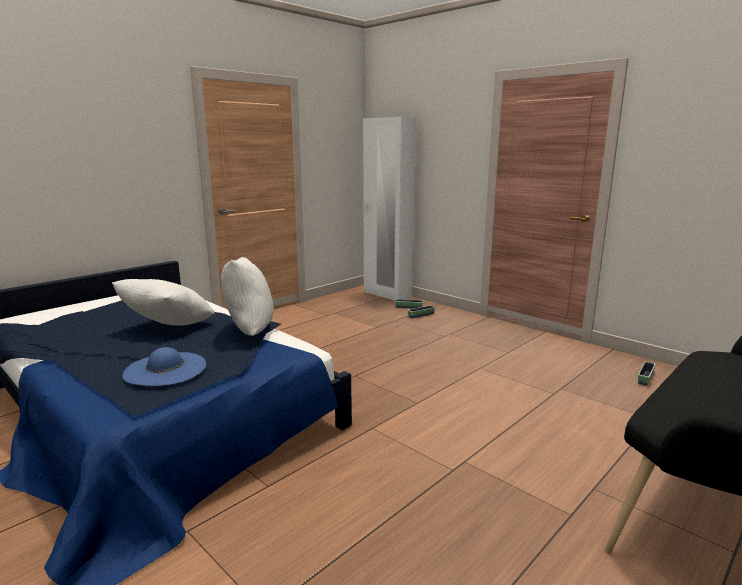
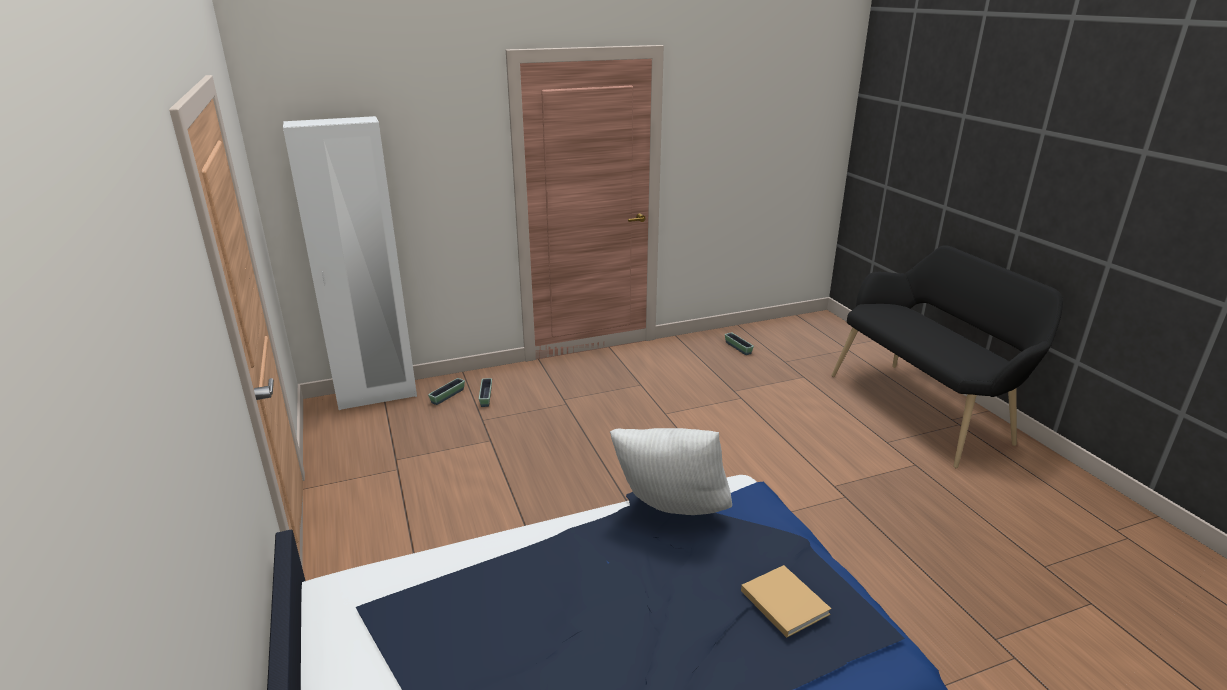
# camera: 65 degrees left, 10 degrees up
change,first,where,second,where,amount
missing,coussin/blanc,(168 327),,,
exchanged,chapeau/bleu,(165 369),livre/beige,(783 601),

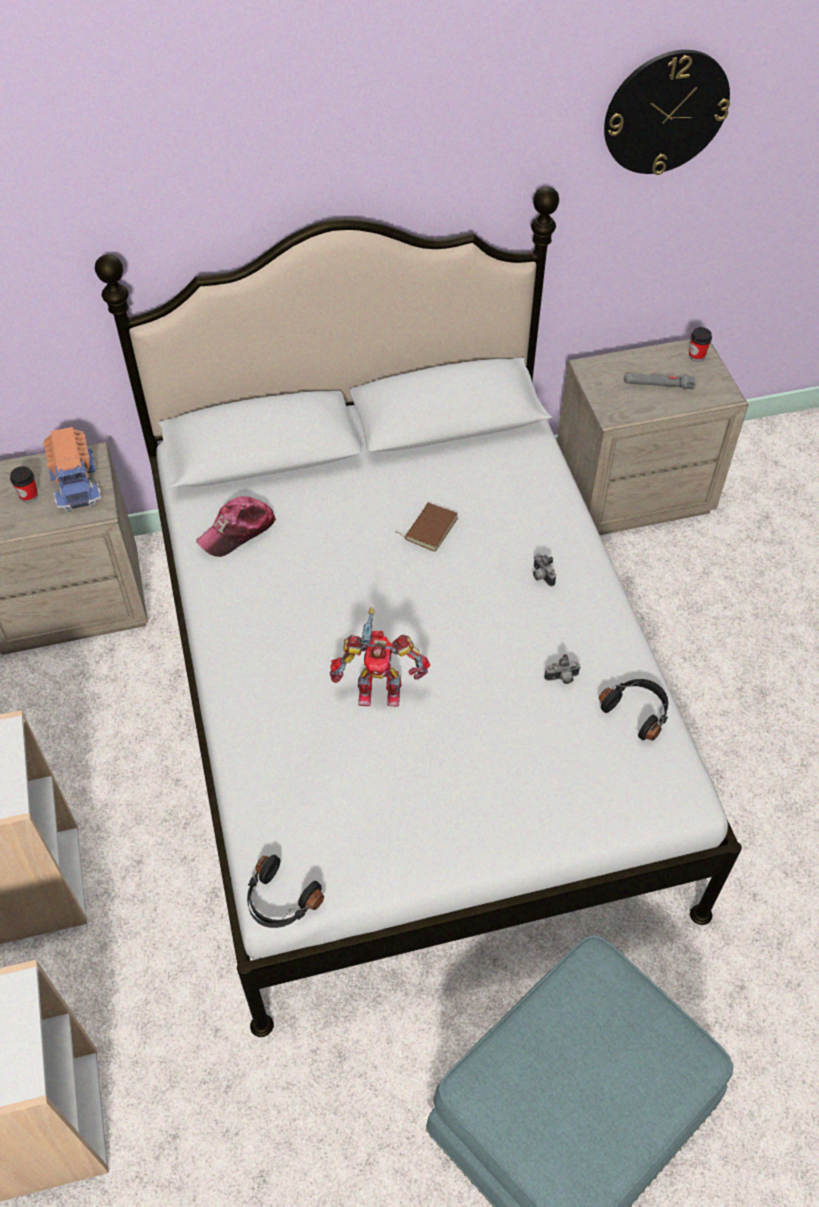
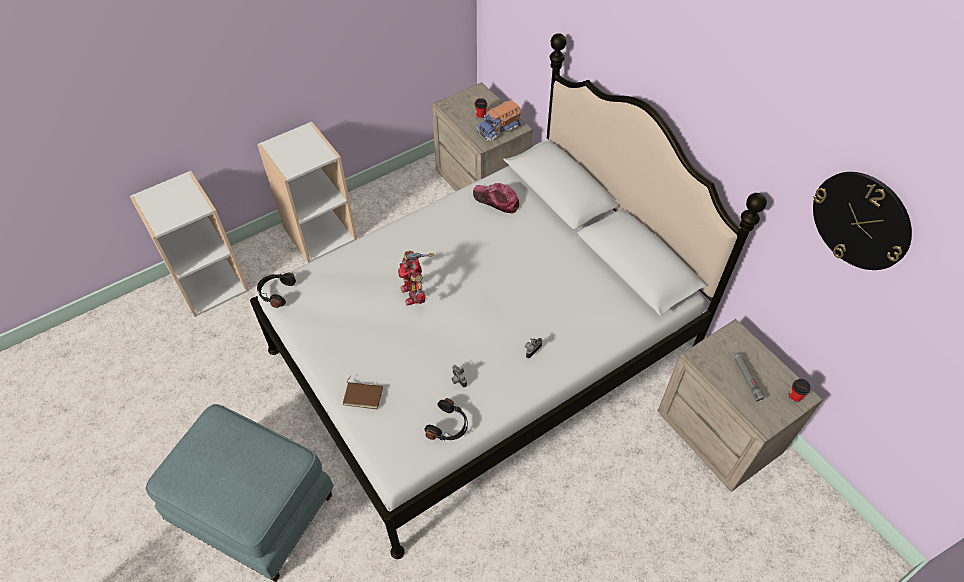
# camera: 70 degrees right, 0 degrees up
change,first,where,second,where,amount
relocated,livre/marron,(429 528),,(363 395),

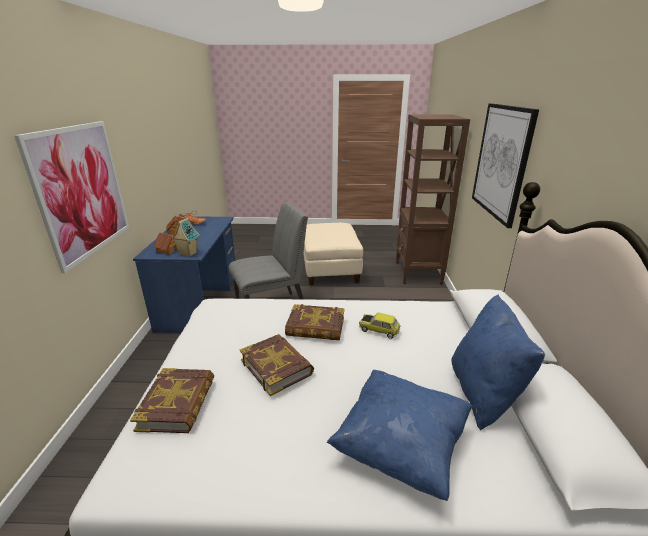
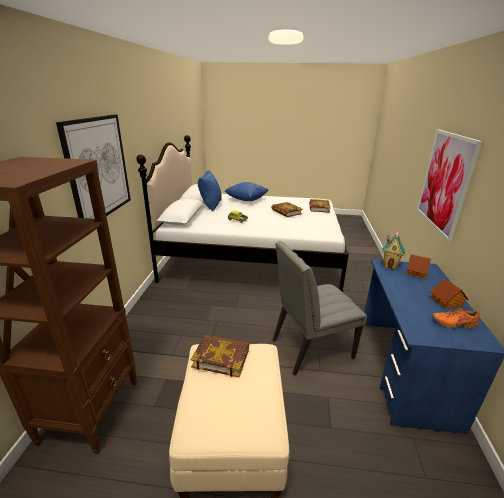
# camera: 175 degrees left, 0 degrees up
change,first,where,second,where,amount
relocated,livre,(315 327),,(221 357),

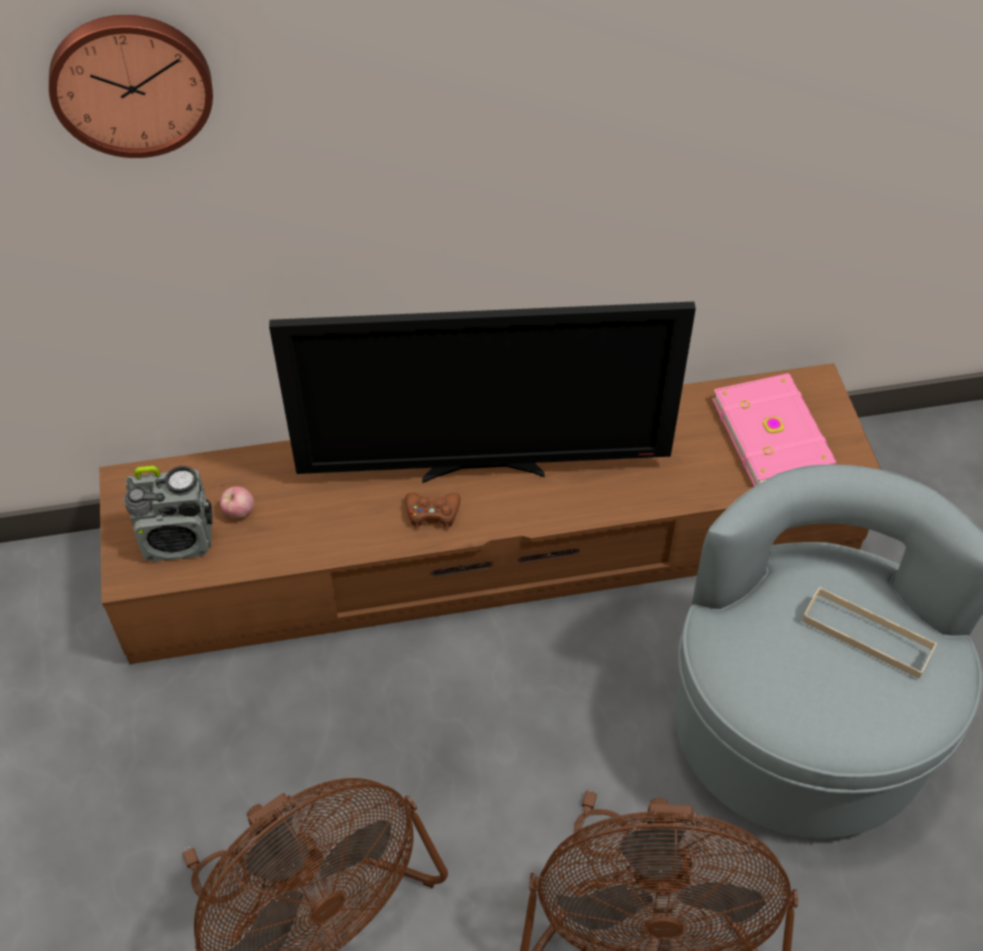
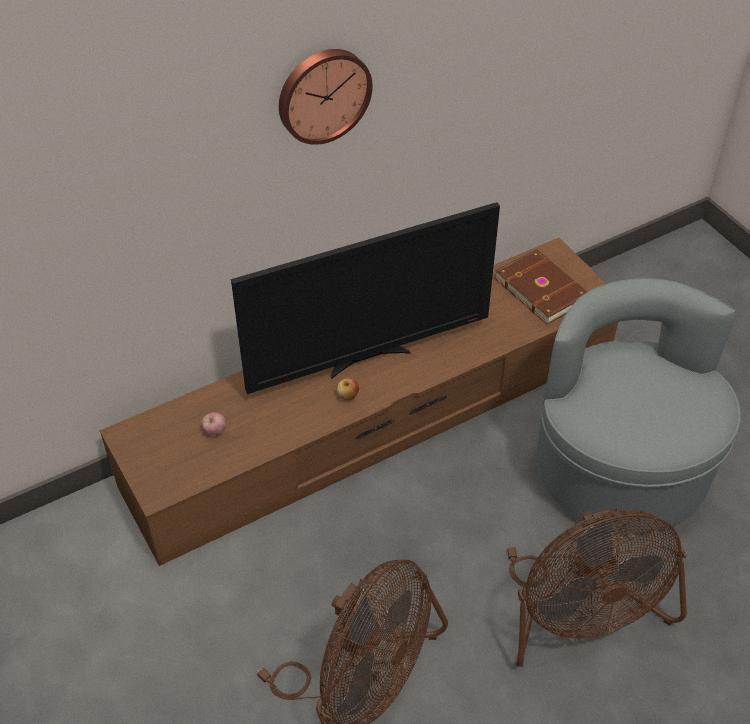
# camera: 20 degrees left, 5 degrees down
change,first,where,second,where,amount
relocated,horloge murale,(131 82),,(323 94),
colour,livre/rose,(774 433),livre/marron,(542 288),
missing,radio,(179 540),,,
exchanged,manette/marron,(432 514),pomme,(348 396),
missing,plateau/beige,(867 635),,,

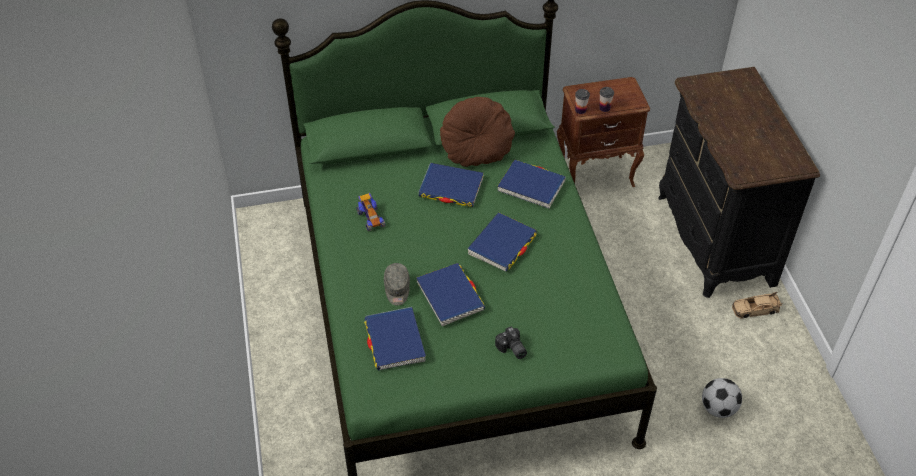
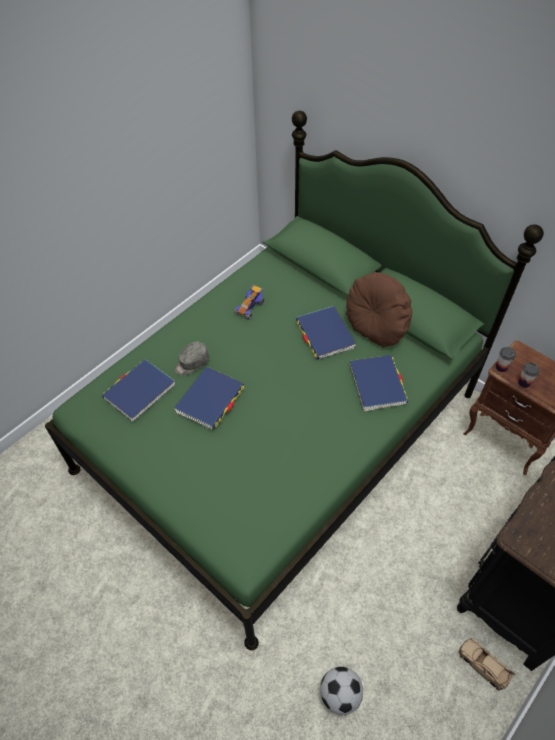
# camera: 55 degrees right, 5 degrees up
change,first,where,second,where,amount
missing,livre/bleu,(502 244),,,
missing,appareil photo,(511 349),,,

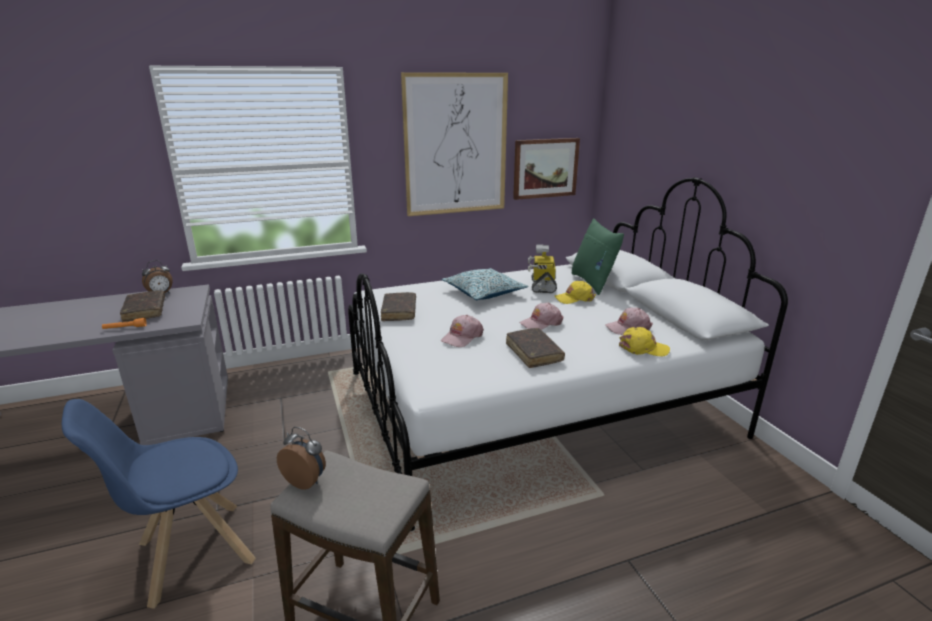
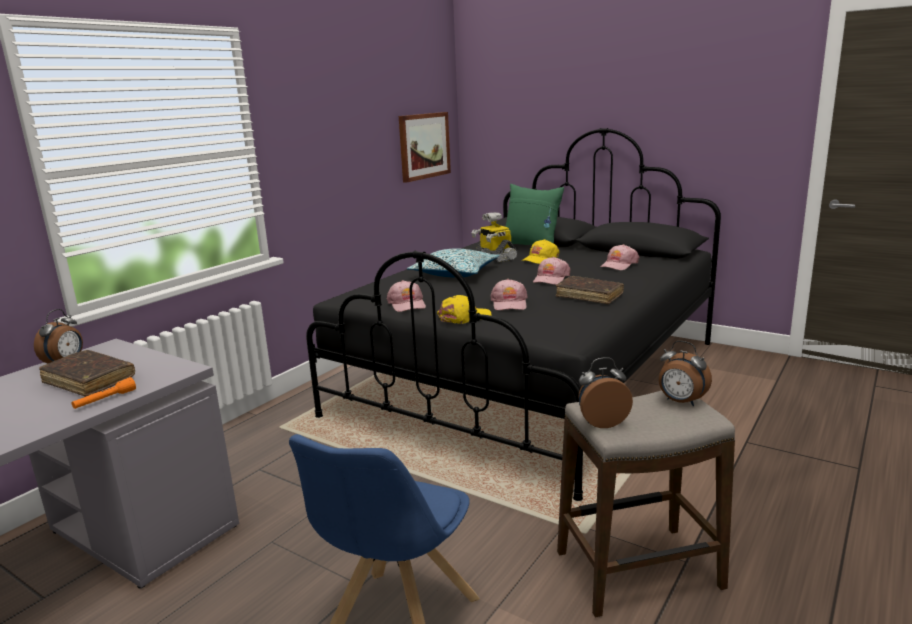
# camera: 35 degrees left, 5 degrees down
change,first,where,second,where,amount
missing,tableau,(455 145),,,
colour,lit/blanc,(534 403),lit/noir,(532 378),
exchanged,livre/marron,(399 312),casquette/rose,(407 304),
relocated,casquette/jaune,(643 348),,(464 317),
appeared,,,réveil,(681 402),

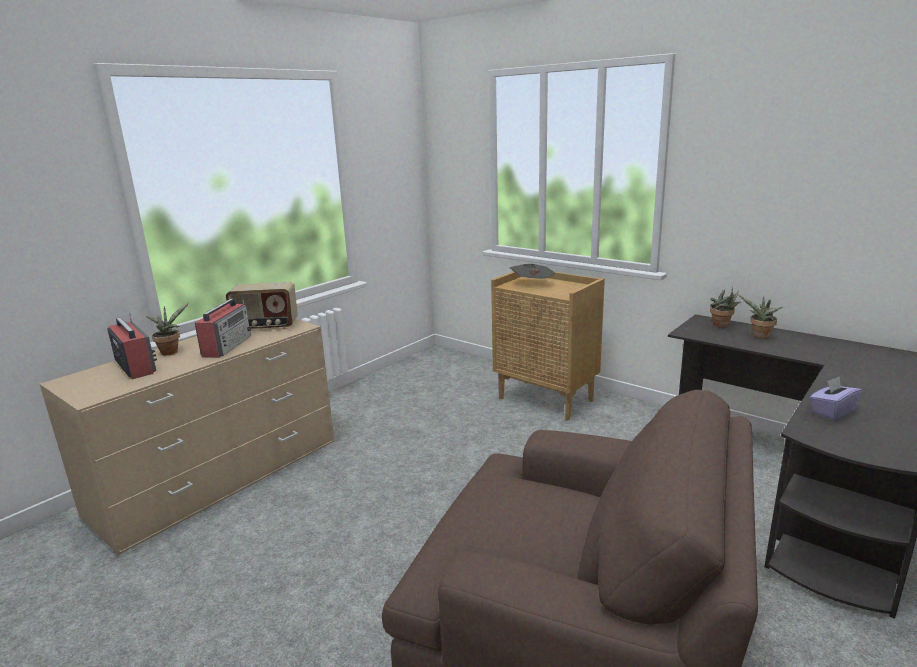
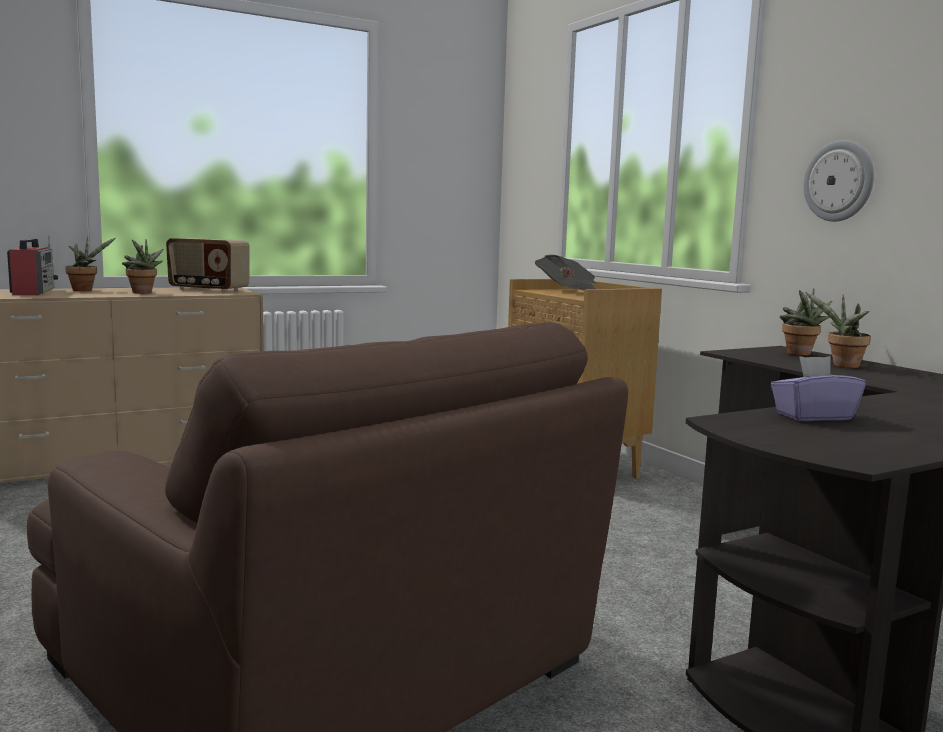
# camera: 20 degrees right, 10 degrees down
change,first,where,second,where,amount
exchanged,radio,(227 346),plante en pot,(143 293),
appeared,,,horloge murale,(839 181),

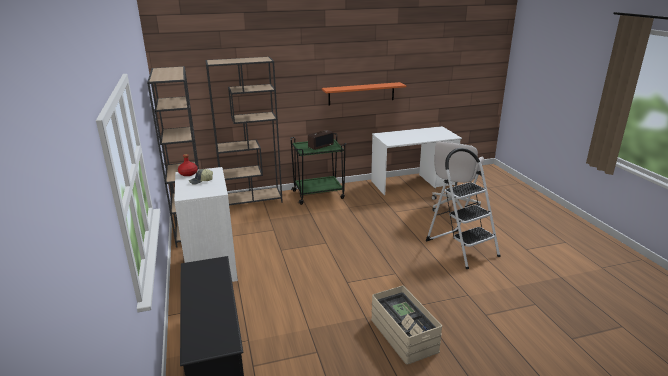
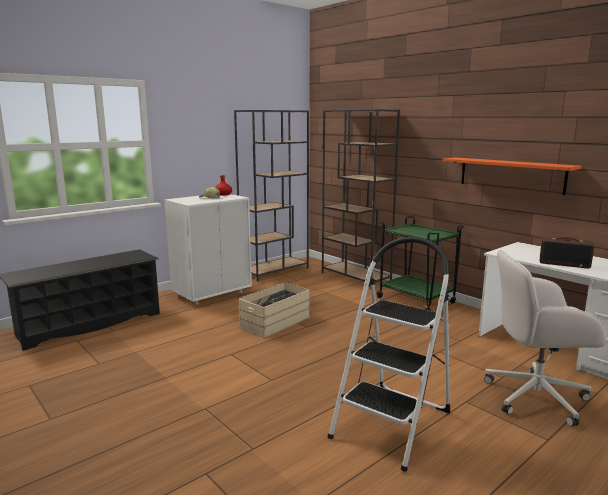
# camera: 65 degrees right, 10 degrees down
change,first,where,second,where,amount
relocated,radio,(320 145),,(564 263),
relocated,boîte de rangement/beige,(404 334),,(275 322),

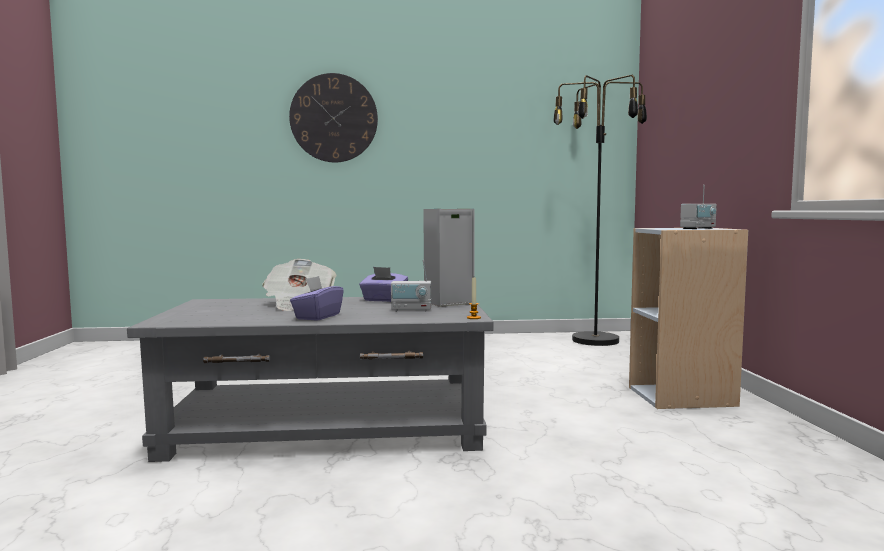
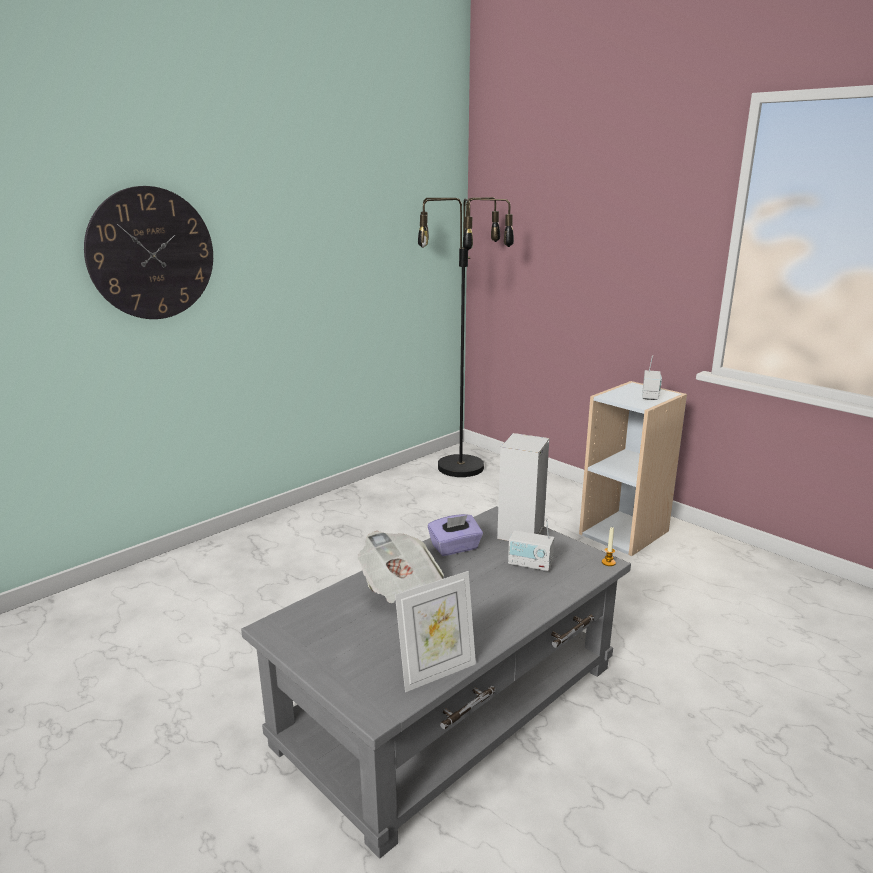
# camera: 40 degrees left, 15 degrees up
change,first,where,second,where,amount
spun,radio,(411 310),,(530 564),60 degrees clockwise
missing,boîte à mouchoirs/violet,(317 317),,,
appeared,,,cadre photo,(437 672),

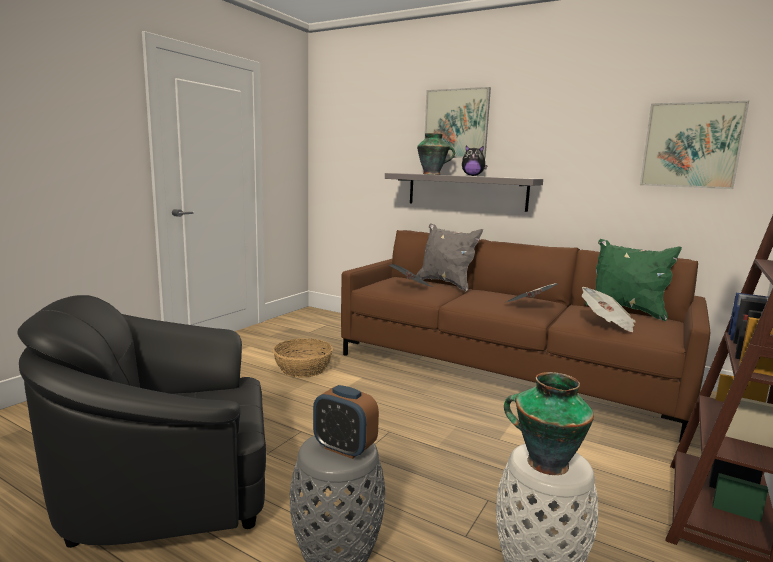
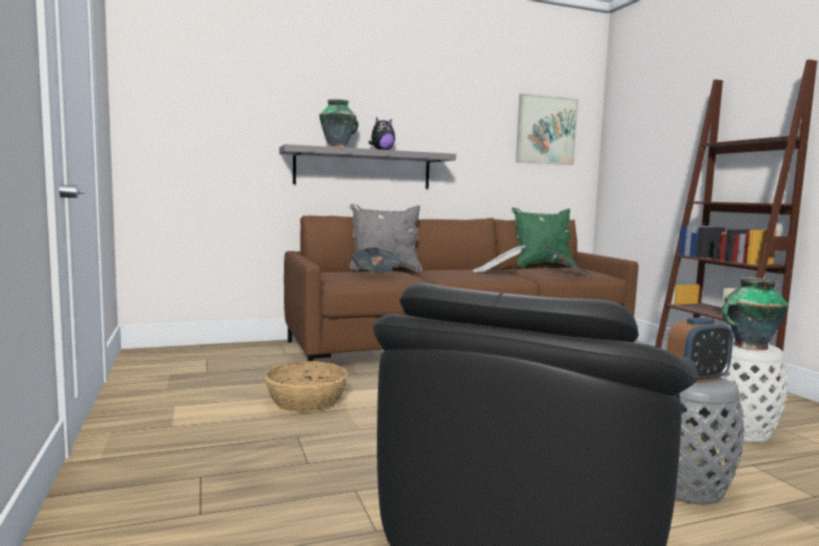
# camera: 50 degrees left, 5 degrees down
change,first,where,second,where,amount
missing,tableau,(456 124),,,

